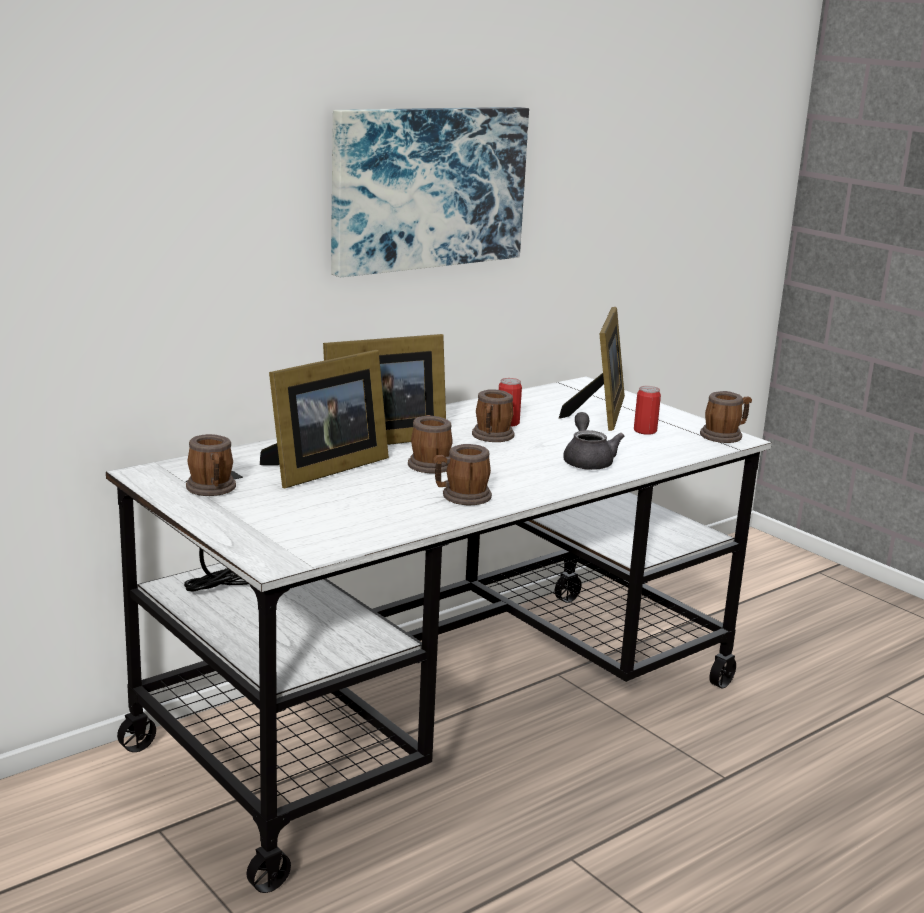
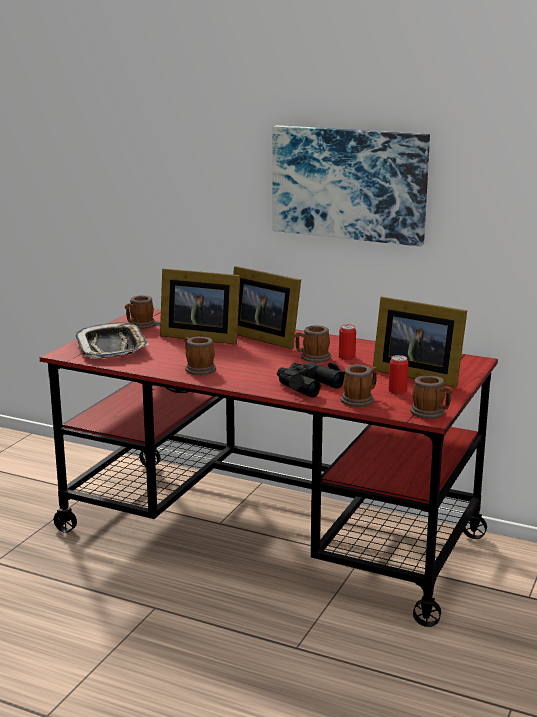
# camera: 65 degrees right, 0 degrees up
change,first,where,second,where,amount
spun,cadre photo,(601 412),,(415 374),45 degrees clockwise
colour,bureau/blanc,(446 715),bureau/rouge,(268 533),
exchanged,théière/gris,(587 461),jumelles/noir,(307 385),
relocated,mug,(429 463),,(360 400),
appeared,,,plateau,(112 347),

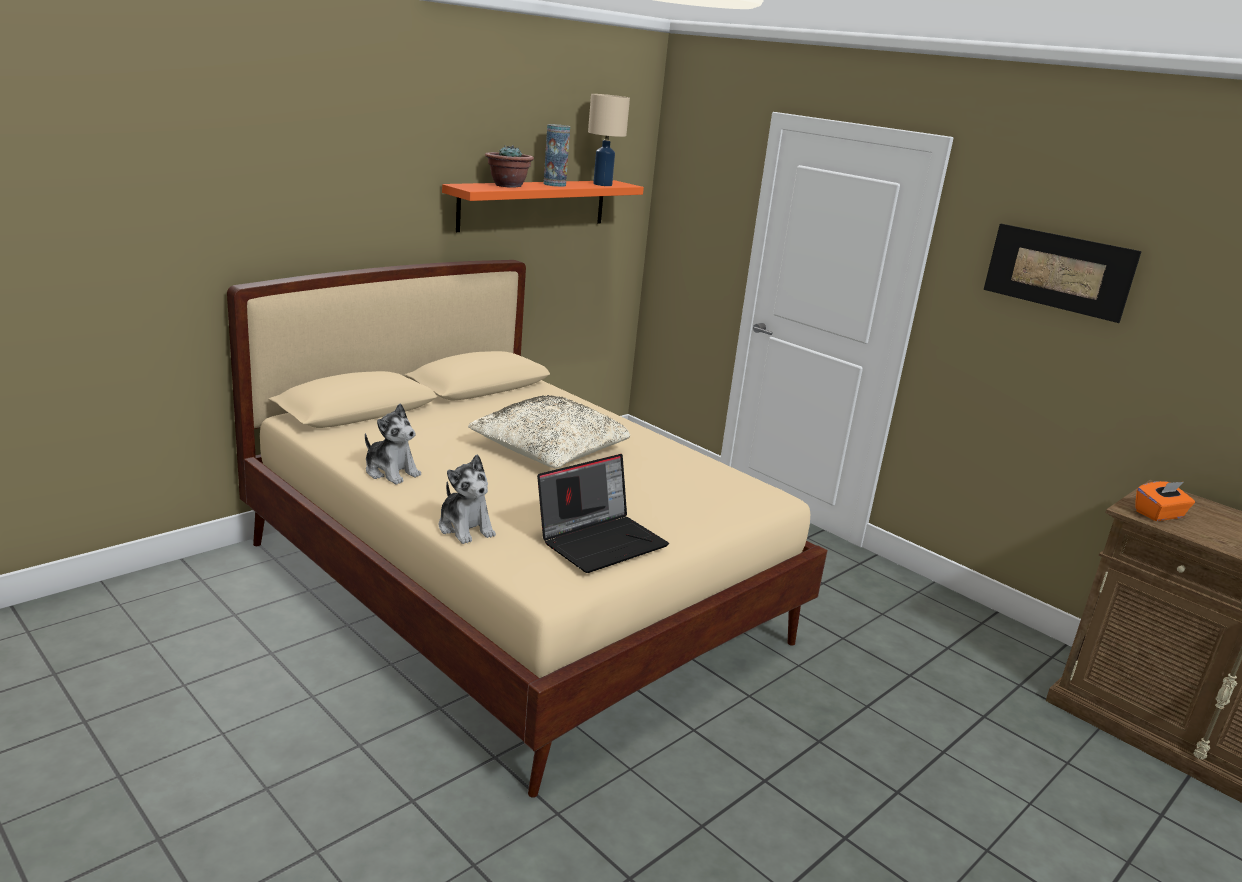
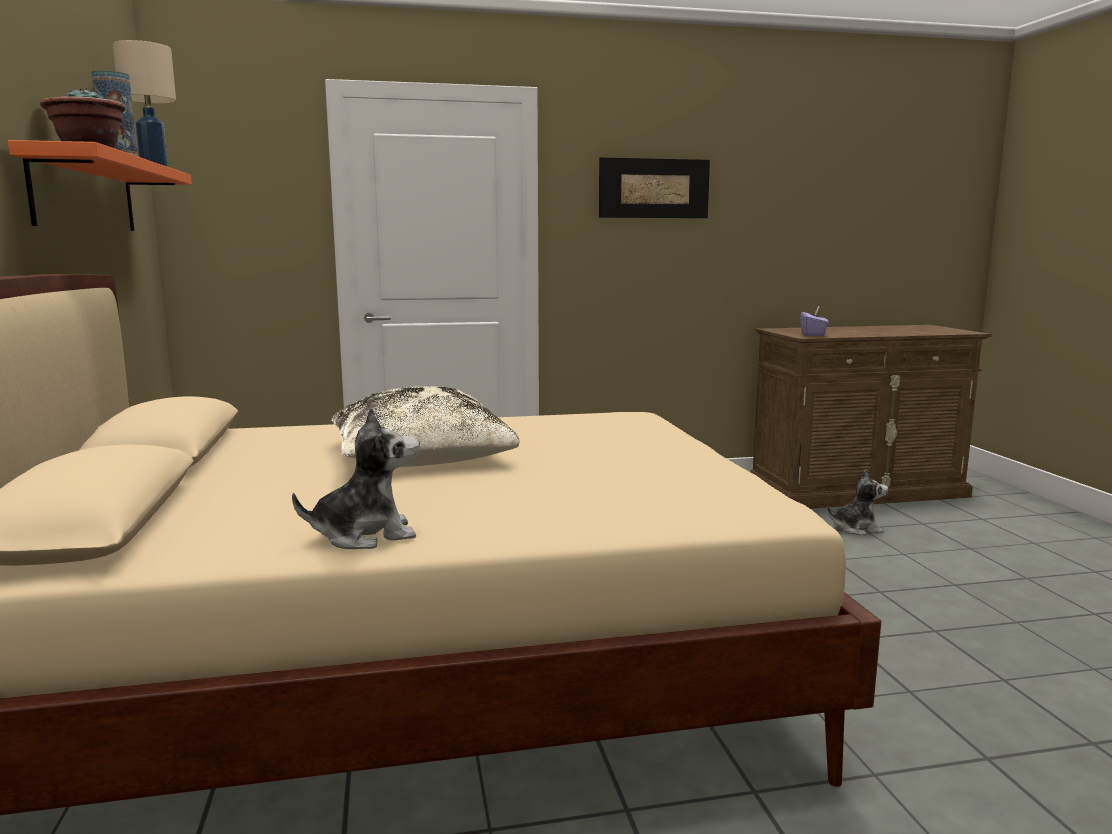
# camera: 55 degrees left, 10 degrees down
change,first,where,second,where,amount
missing,ordinateur portable,(601 541),,,
relocated,peluche,(465 528),,(856 529),
colour,boîte à mouchoirs/orange,(1159 515),boîte à mouchoirs/violet,(813 334),

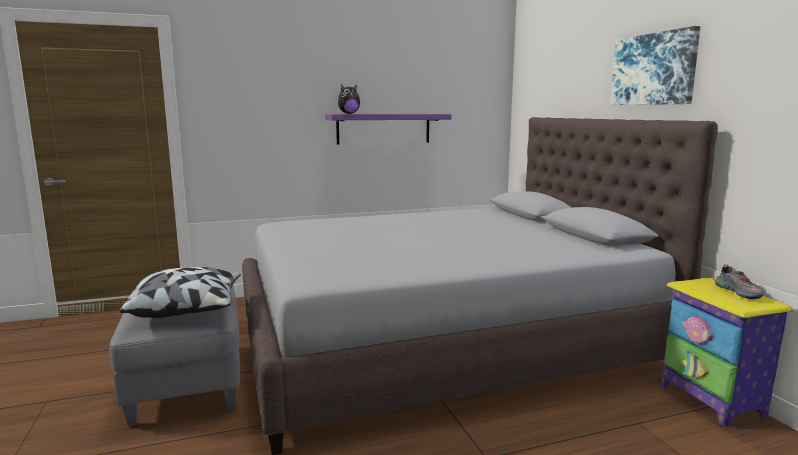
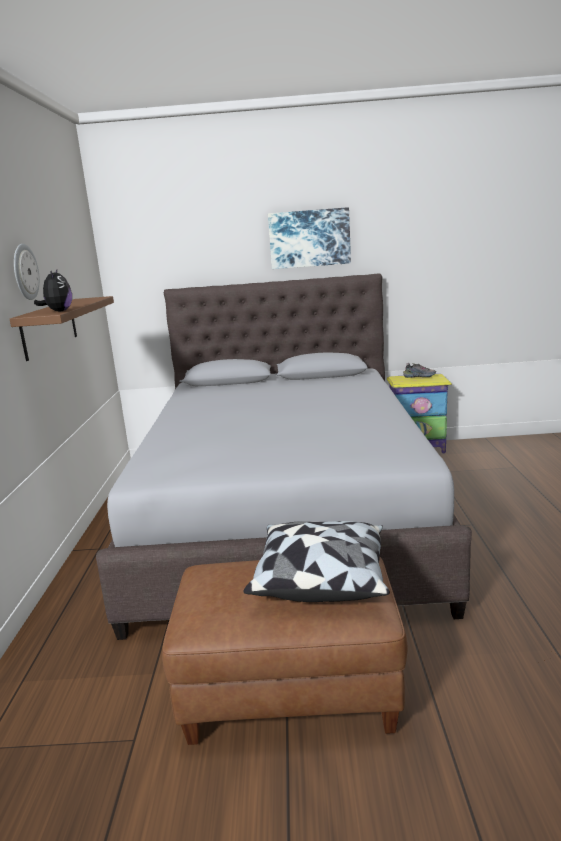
# camera: 70 degrees left, 5 degrees up
change,first,where,second,where,amount
colour,étagère/violet,(383 128),étagère/marron,(49 327),
colour,pouf/gris,(188 382),pouf/marron,(291 689),
appeared,,,horloge murale,(25 272),

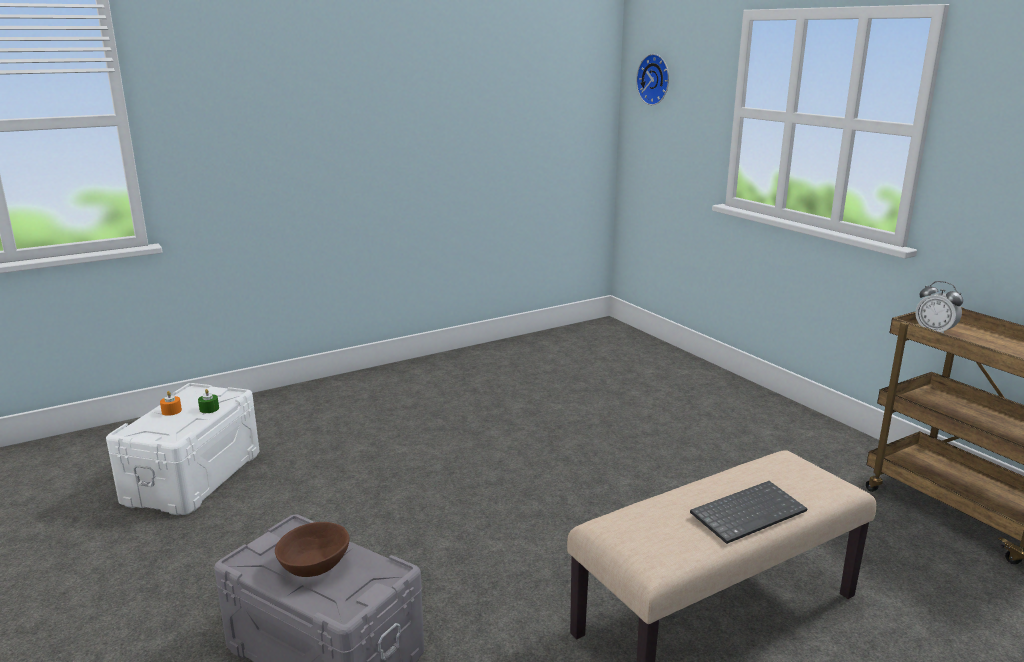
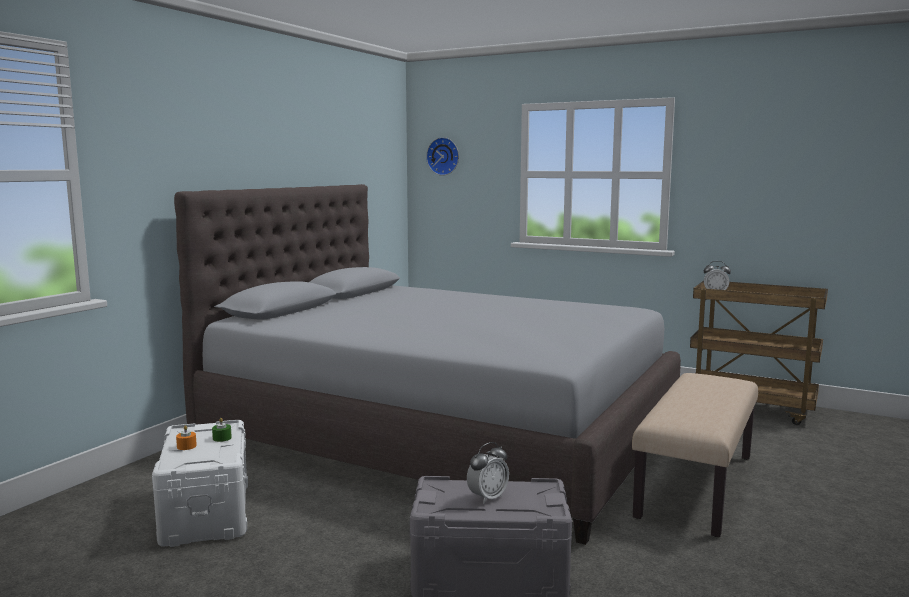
# camera: 30 degrees left, 10 degrees down
change,first,where,second,where,amount
missing,clavier,(748 512),,,
exchanged,bol/marron,(315 566),réveil,(487 497),
appeared,,,lit/gris,(440 433),

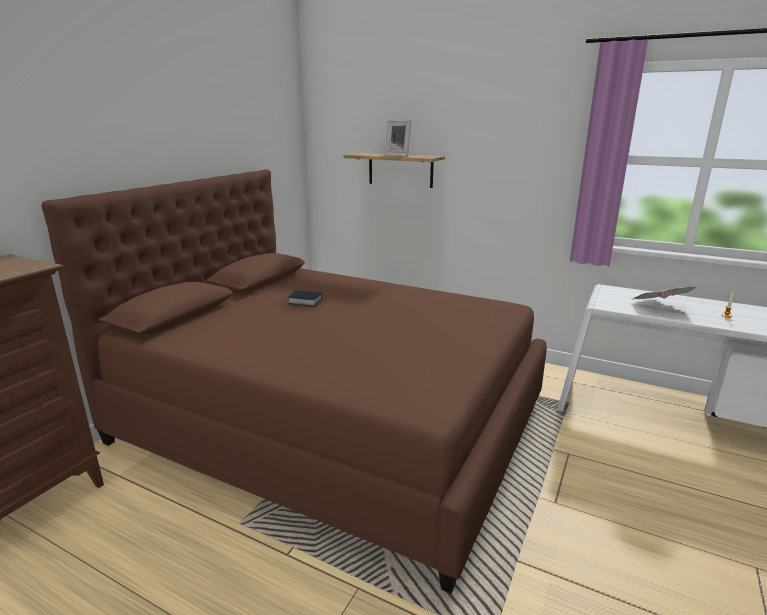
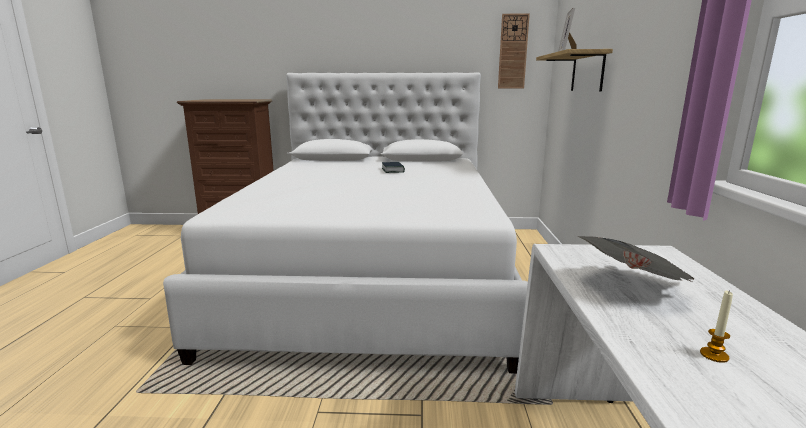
# camera: 65 degrees right, 5 degrees down
change,first,where,second,where,amount
colour,lit/marron,(333 421),lit/blanc,(372 276),
appeared,,,horloge murale,(513 52),

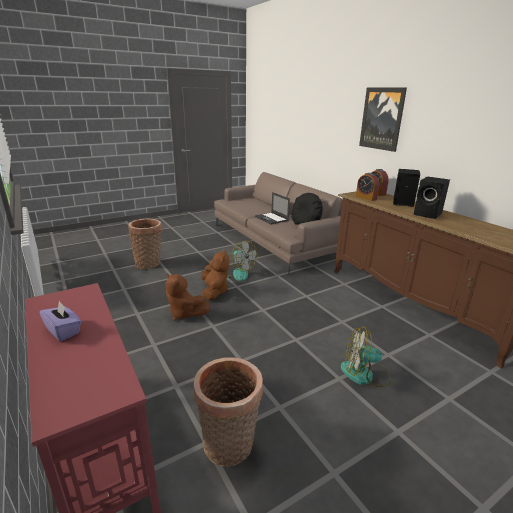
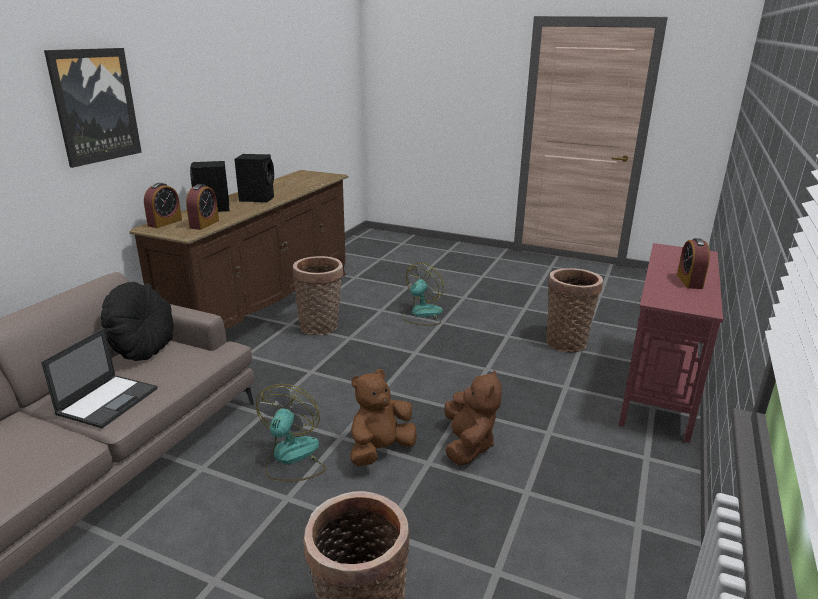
# camera: 125 degrees left, 0 degrees up
change,first,where,second,where,amount
exchanged,boîte à mouchoirs/violet,(63 331),réveil,(689 281),
spun,ventilateur,(364 374),,(422 314),120 degrees counterclockwise
appeared,,,panier,(321 327),

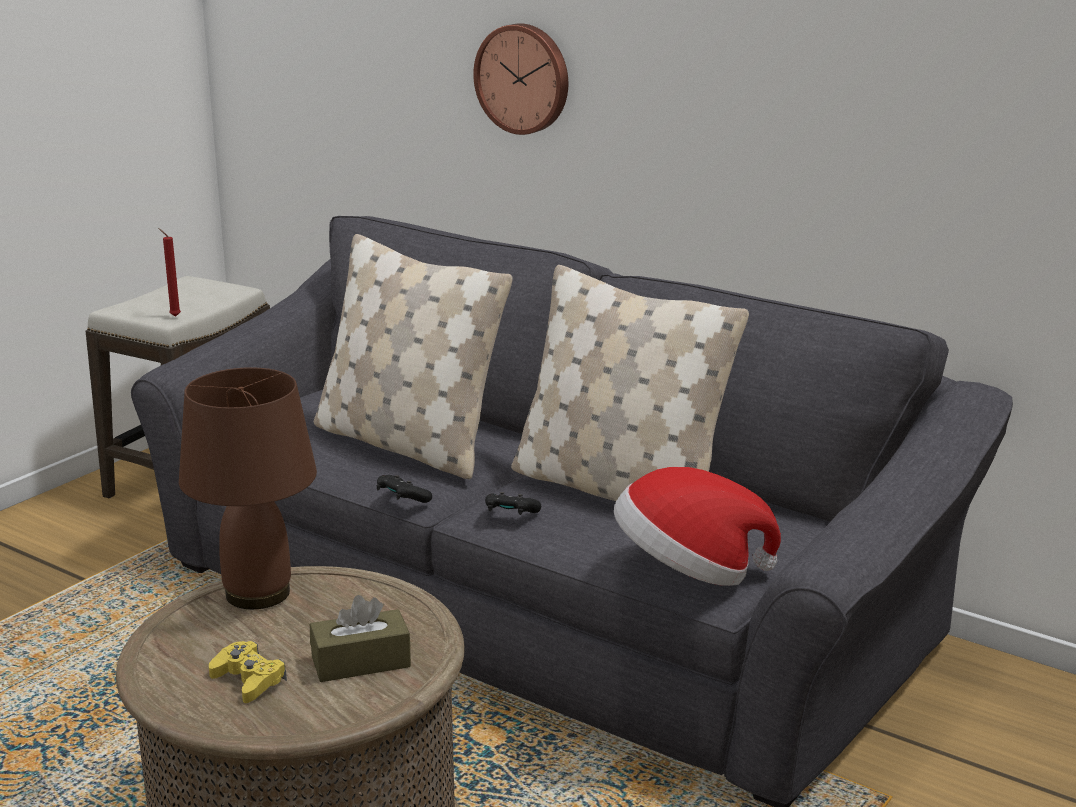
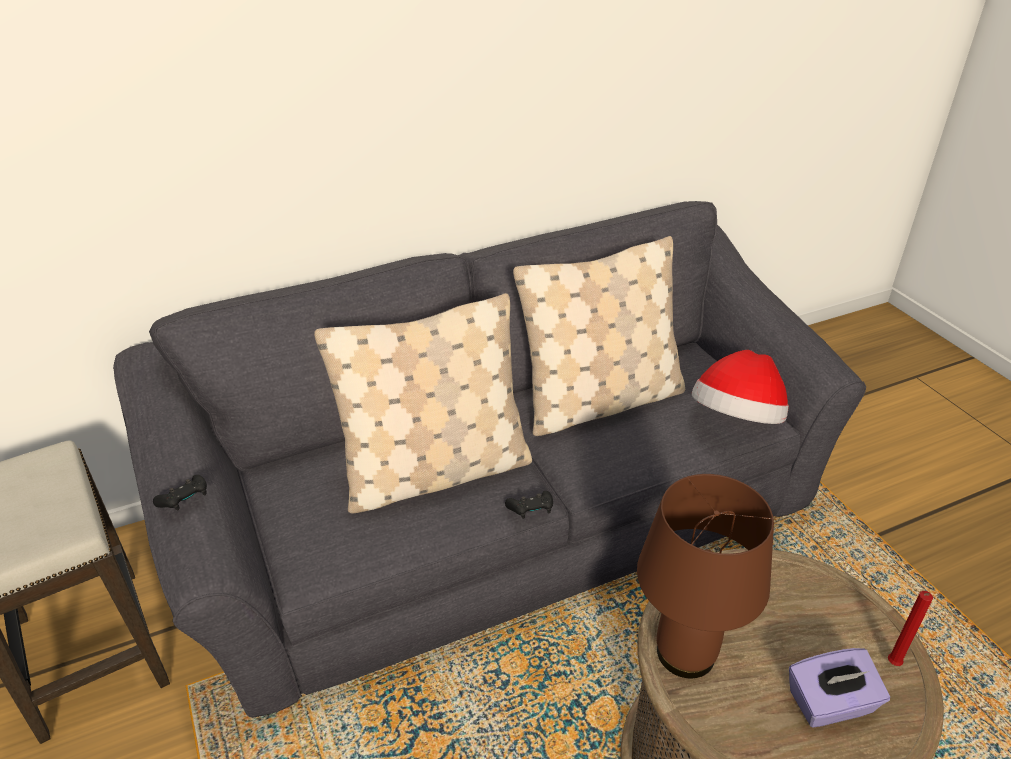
# camera: 60 degrees left, 15 degrees up
change,first,where,second,where,amount
missing,horloge murale,(524 78),,,
relocated,bougie/rouge,(173 316),,(892 664),
relocated,manette/noir,(510 515),,(185 501),
missing,boîte à mouchoirs/marron,(361 662),,,
exchanged,manette/jaune,(248 680),boîte à mouchoirs/violet,(830 704),

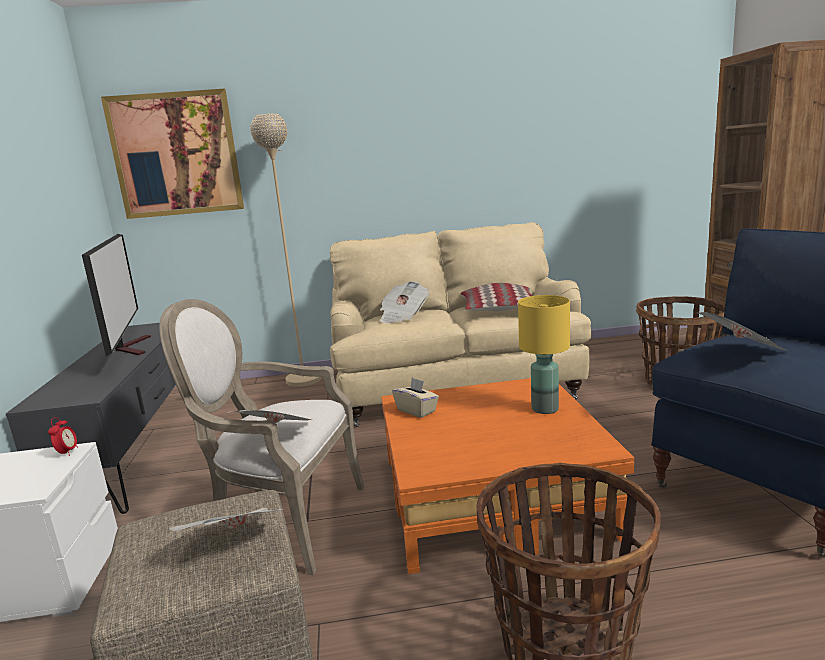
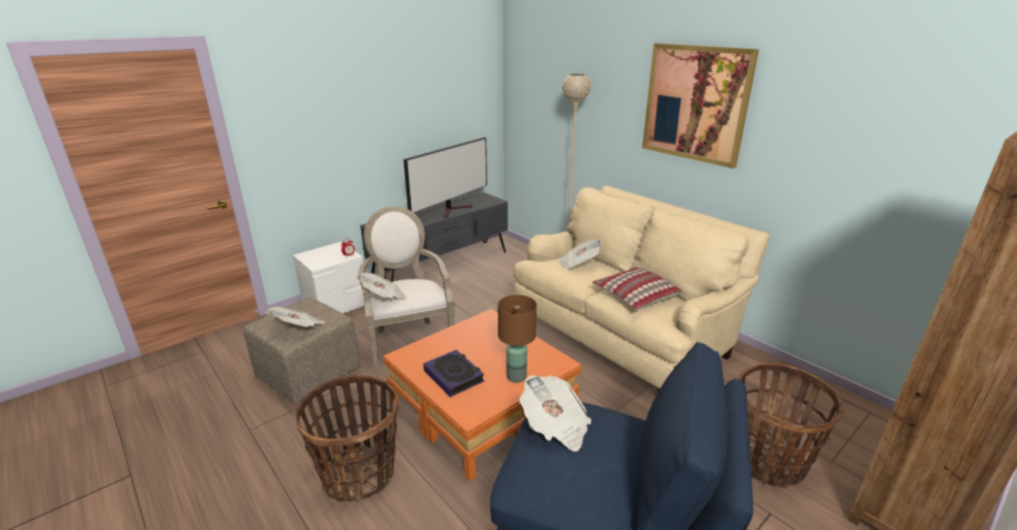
# camera: 55 degrees right, 10 degrees up
change,first,where,second,where,amount
relocated,tableau,(176 155),,(695 103),
colour,lampe de table/jaune,(545 409),lampe de table/marron,(516 377),
missing,boîte à mouchoirs/beige,(417 410),,,
appeared,,,livre,(454 376),

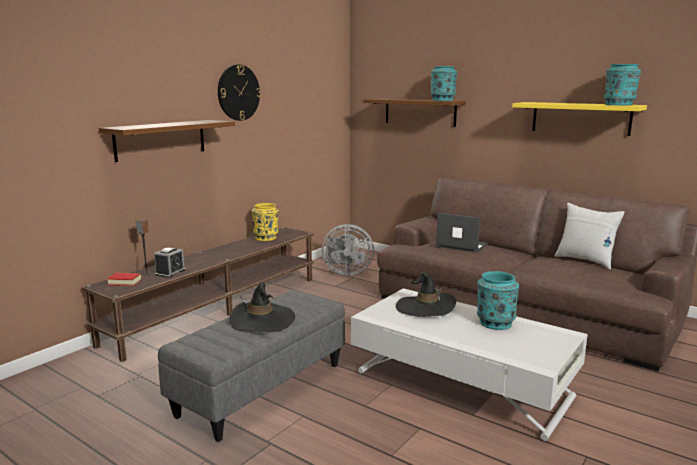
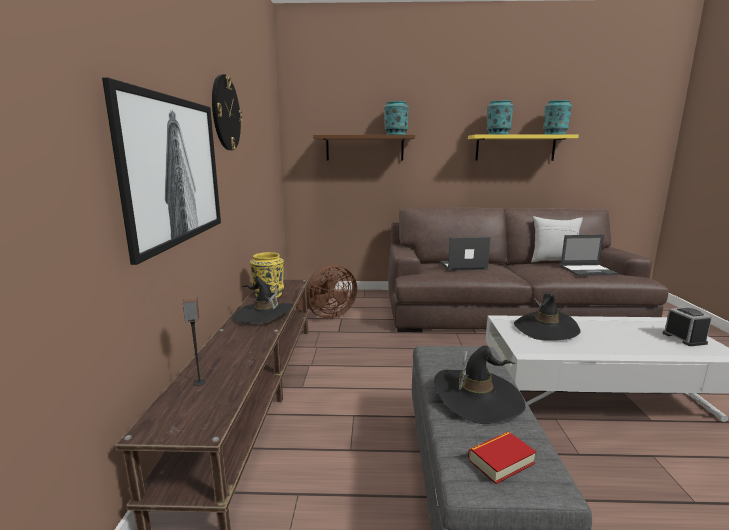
# camera: 35 degrees left, 0 degrees up
change,first,where,second,where,amount
exchanged,étagère/marron,(160 139),tableau,(173 170),
colour,ventilateur/gris,(346 272),ventilateur/marron,(327 315),
relocated,réveil,(170 272),,(684 338),
relocated,vase/turquoise,(495 323),,(497 134),
relocated,livre,(124 282),,(501 461),
appeared,,,ordinateur portable,(588 270),
appeared,,,chapeau/noir,(263 315),

